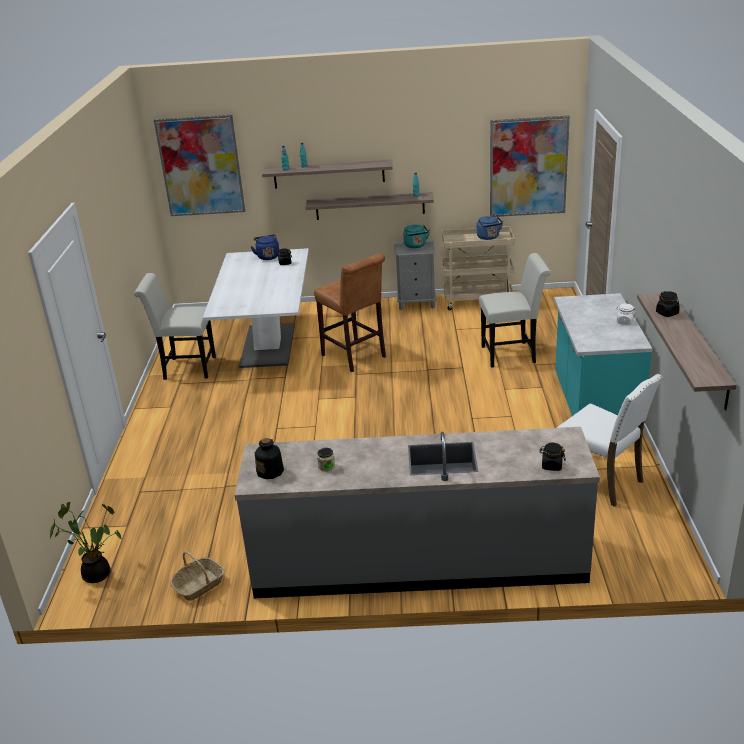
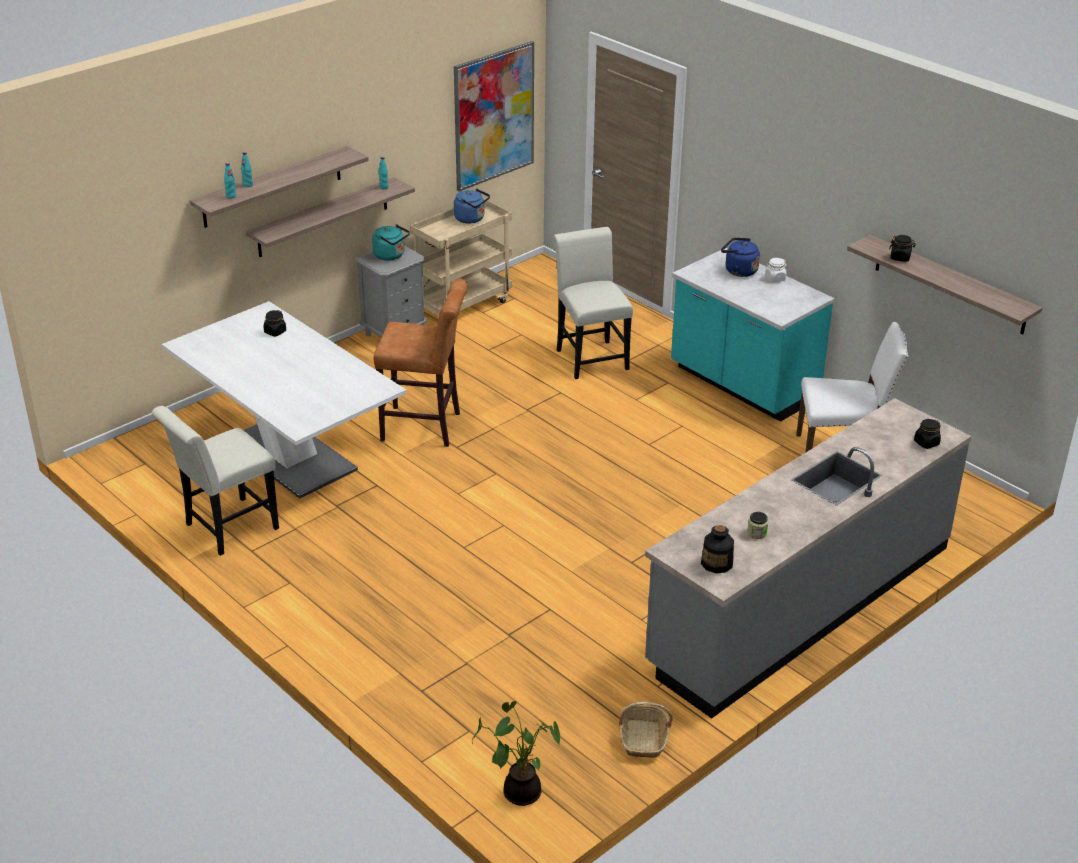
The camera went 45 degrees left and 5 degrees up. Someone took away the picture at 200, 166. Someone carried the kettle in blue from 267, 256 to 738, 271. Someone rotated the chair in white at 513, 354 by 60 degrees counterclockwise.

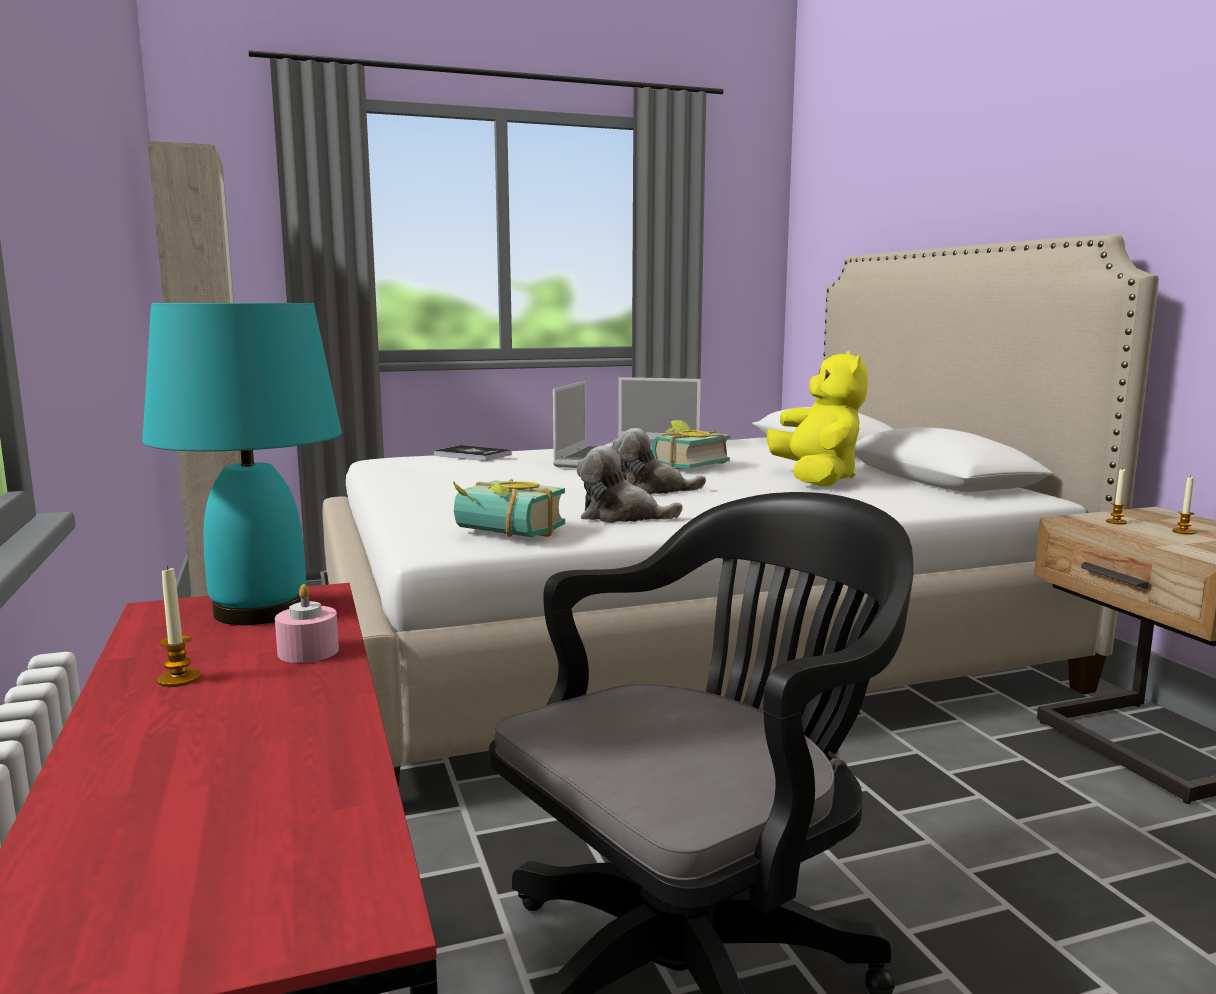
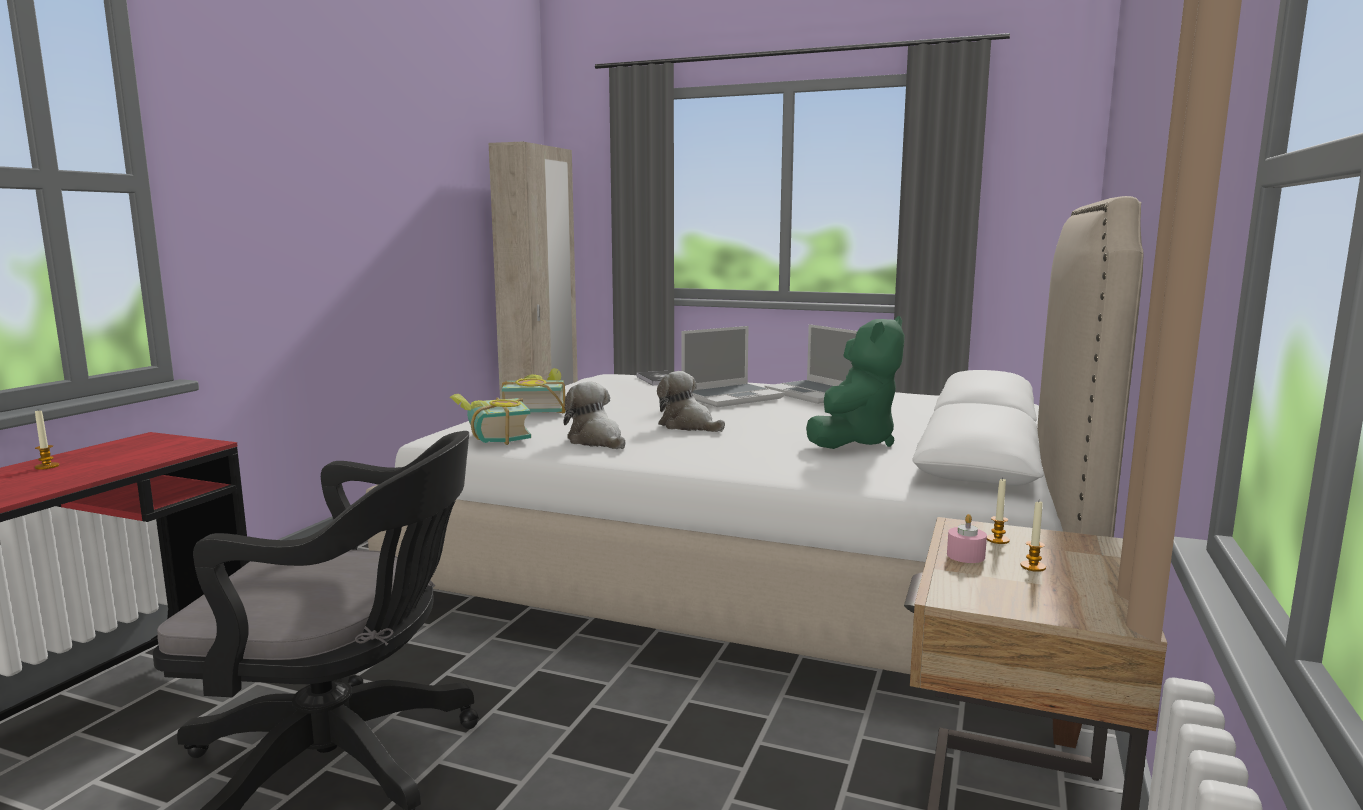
The camera went 40 degrees right and 0 degrees up. Someone took away the table lamp in turquoise at 262, 610. Someone carried the candle in pink from 308, 651 to 965, 556. Someone carried the book from 685, 465 to 535, 410. Someone repainted the plush toy in yellow at 816, 479, which became the plush toy in green at 853, 441.

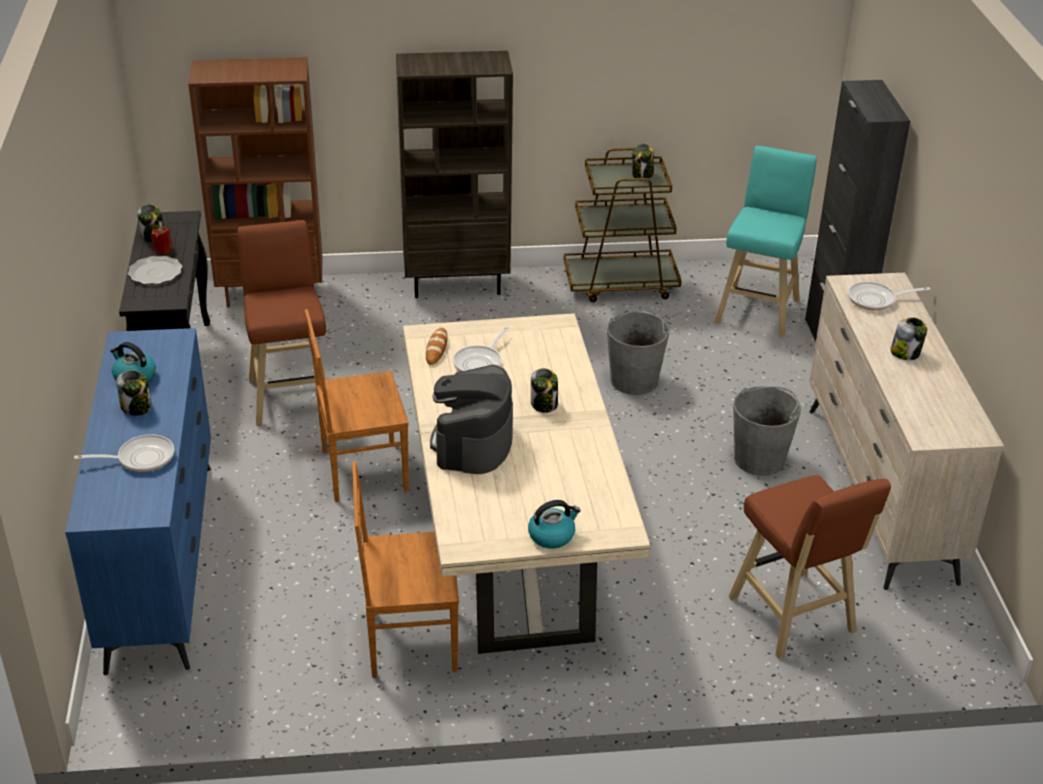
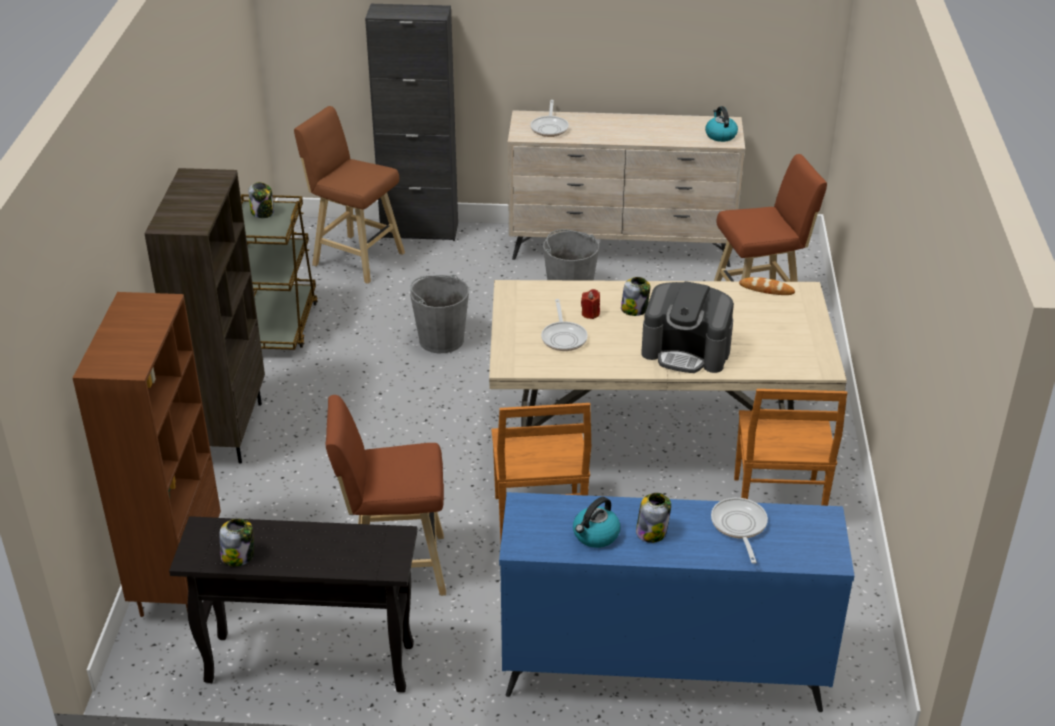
The camera went 80 degrees left and 0 degrees up. Someone took away the plate at 155, 273. Someone took away the jar at 905, 353. Someone carried the candle in red from 163, 249 to 590, 313. Someone carried the bread from 436, 348 to 766, 289. Someone carried the kettle from 552, 535 to 720, 135. Someone repainted the stool in turquoise at 758, 309, which became the stool in brown at 355, 258. Someone rotated the frying pan at 480, 362 by 45 degrees clockwise.

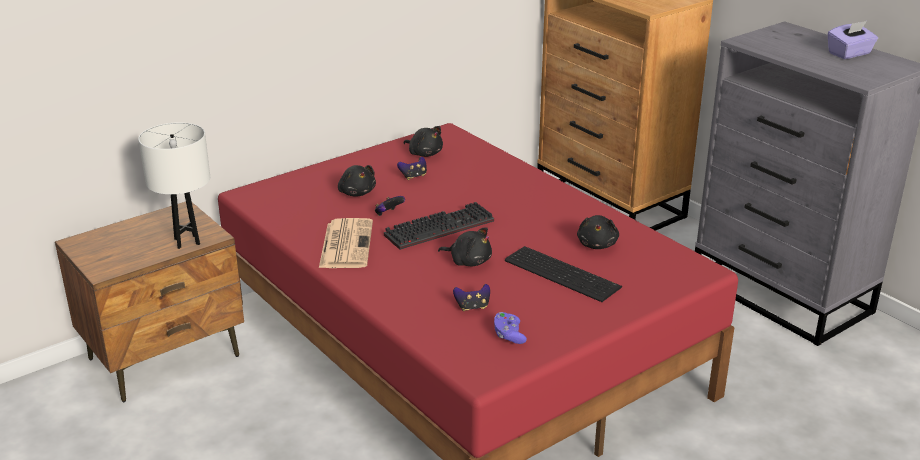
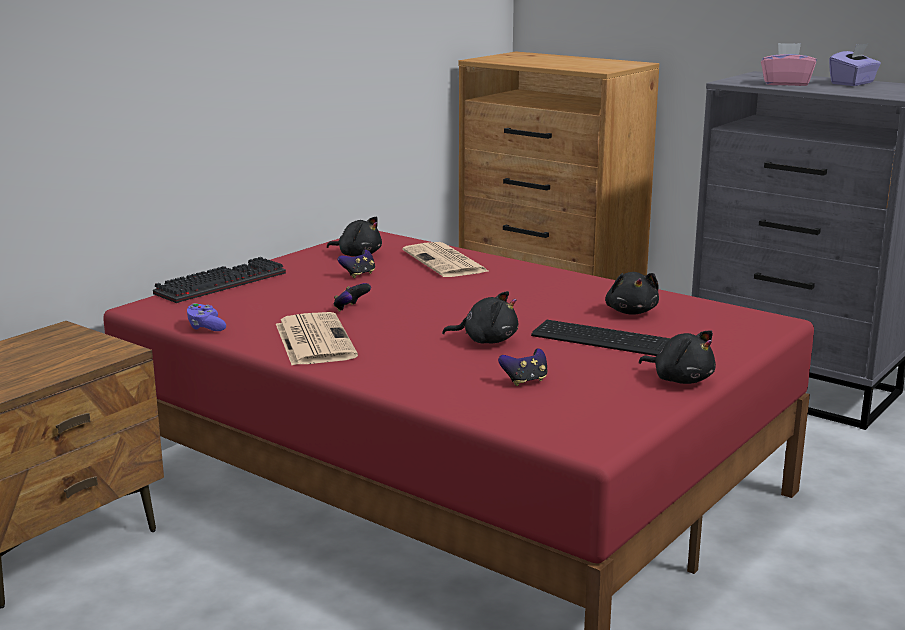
The camera went 15 degrees left and 10 degrees down. Someone took away the table lamp in white at 187, 241. Someone put down the newspaper at 446, 262. Someone put down the tissue box in pink at 785, 84. Someone carried the plush toy in black from 356, 192 to 680, 379. Someone carried the keyboard from 440, 227 to 221, 283. Someone carried the game controller in purple from 509, 335 to 205, 327.

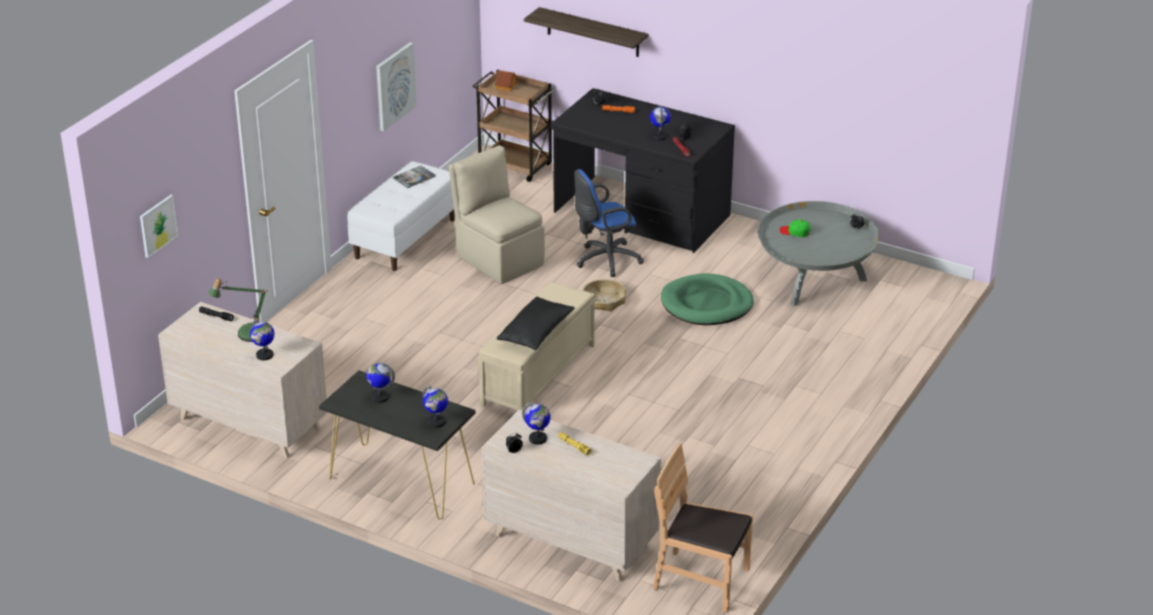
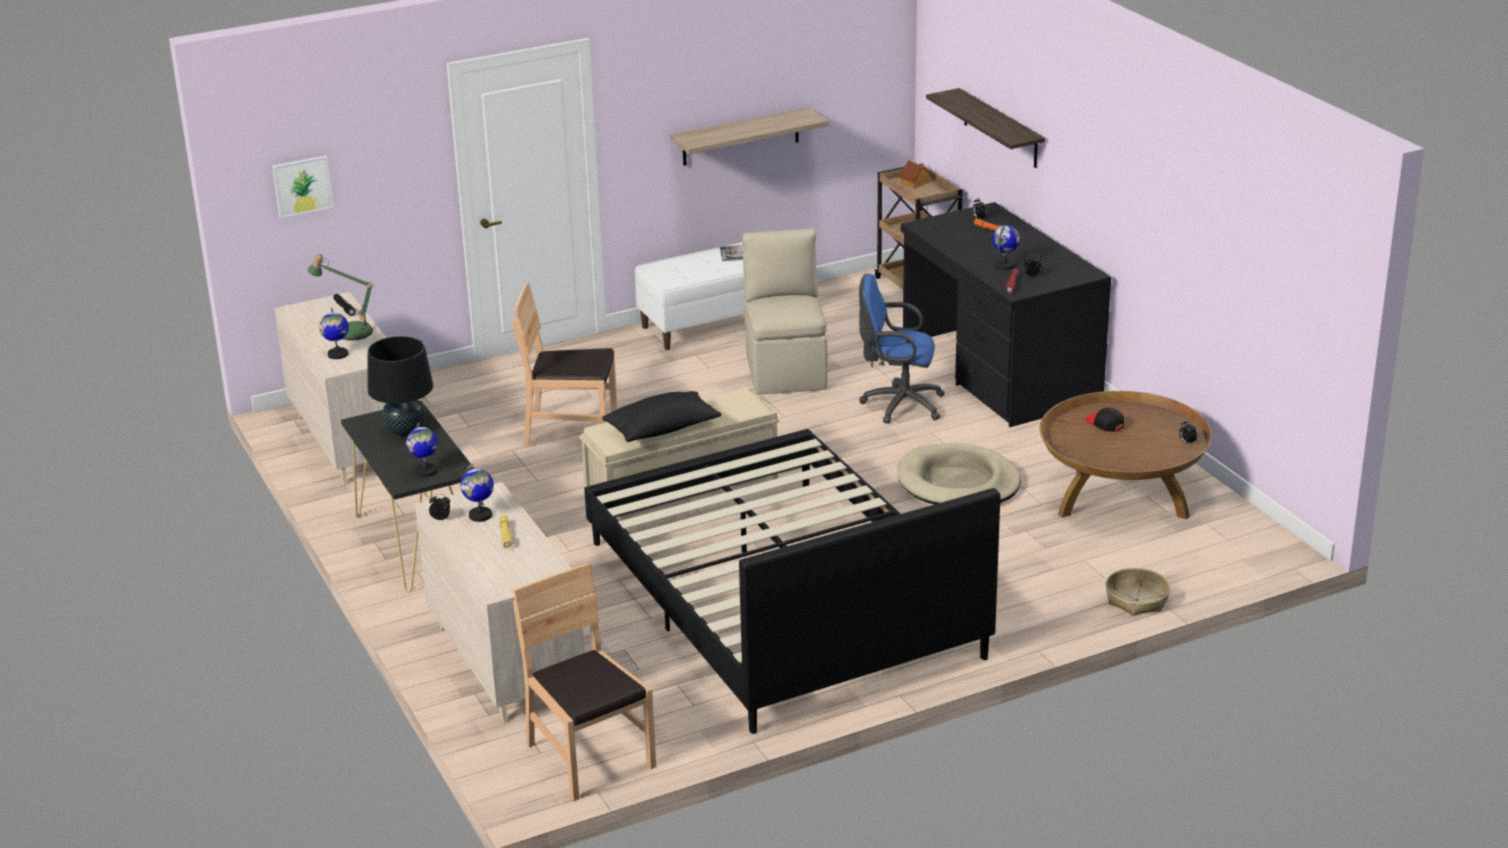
The camera went 35 degrees right and 5 degrees down. Someone put down the chair in brown at 571, 430. Someone put down the bed in black at 781, 599. Someone carried the basket from 604, 301 to 1136, 600. Someone swapped the globe at 380, 397 for the table lamp in black at 405, 431. Someone swapped the picture at 395, 86 for the shelf at 740, 137. Someone repainted the dog bed in green at 706, 304, which became the dog bed in beige at 958, 483. Someone repainted the coffee table in grey at 814, 280, which became the coffee table in brown at 1120, 498. Someone repainted the cap in green at 795, 232, which became the cap in black at 1104, 424.

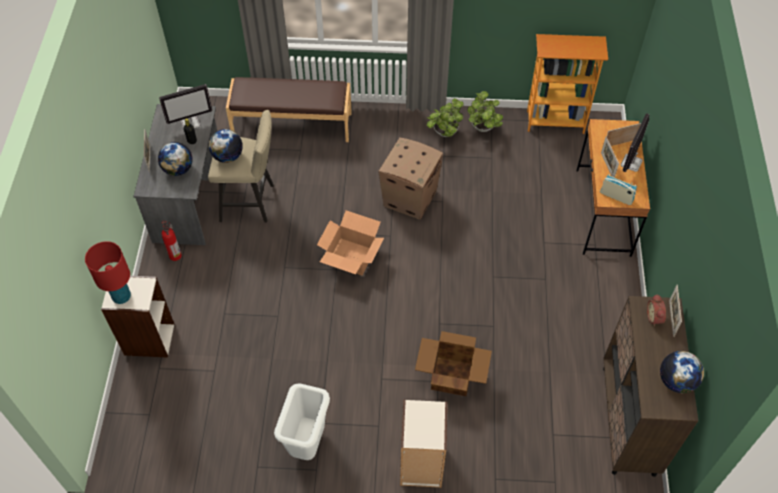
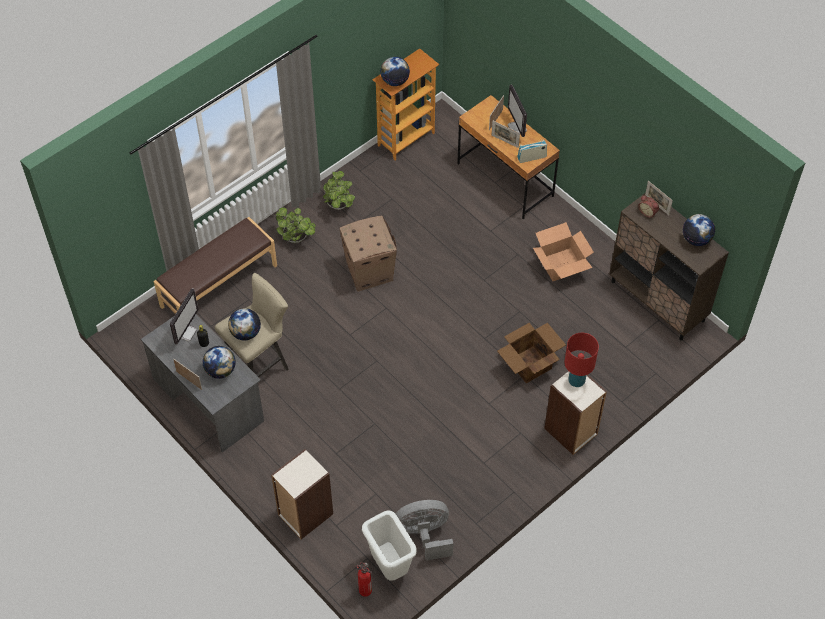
The camera went 45 degrees left and 0 degrees up. Someone put down the globe at 395, 81. Someone put down the fan in grey at 424, 535. Someone carried the table lamp in red from 121, 297 to 576, 380. Someone carried the fire extinguisher from 175, 255 to 364, 590. Someone carried the trash can in white from 307, 444 to 390, 566. Someone carried the cardboard box from 351, 257 to 561, 265. Someone carried the potted plant from 483, 128 to 297, 238.

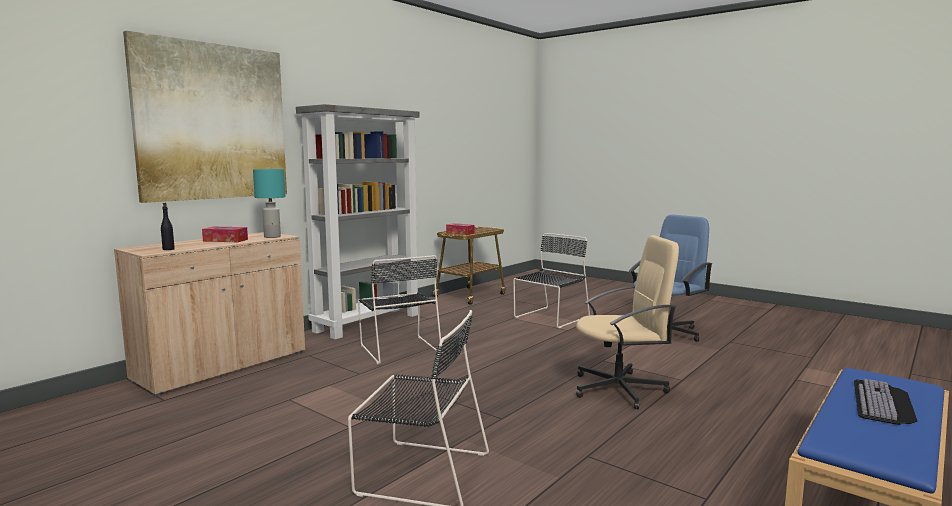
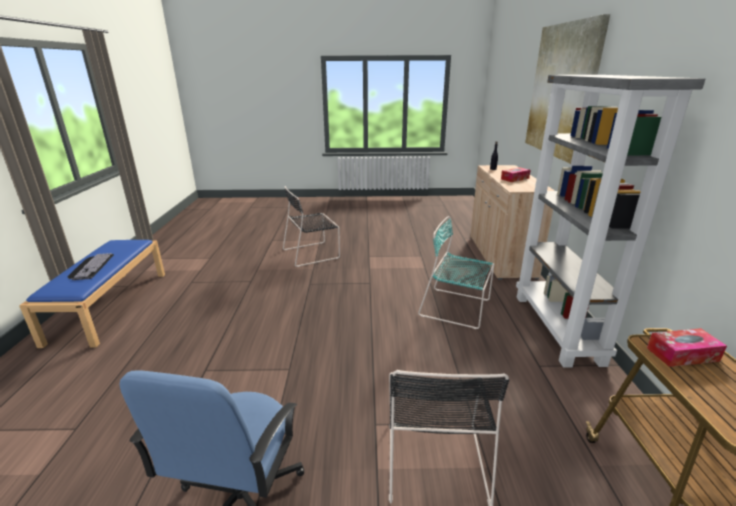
The camera went 140 degrees right and 15 degrees up. Someone took away the table lamp in turquoise at 272, 237. Someone took away the office chair in beige at 620, 389. Someone repainted the chair in black at 399, 349, which became the chair in turquoise at 457, 308.

